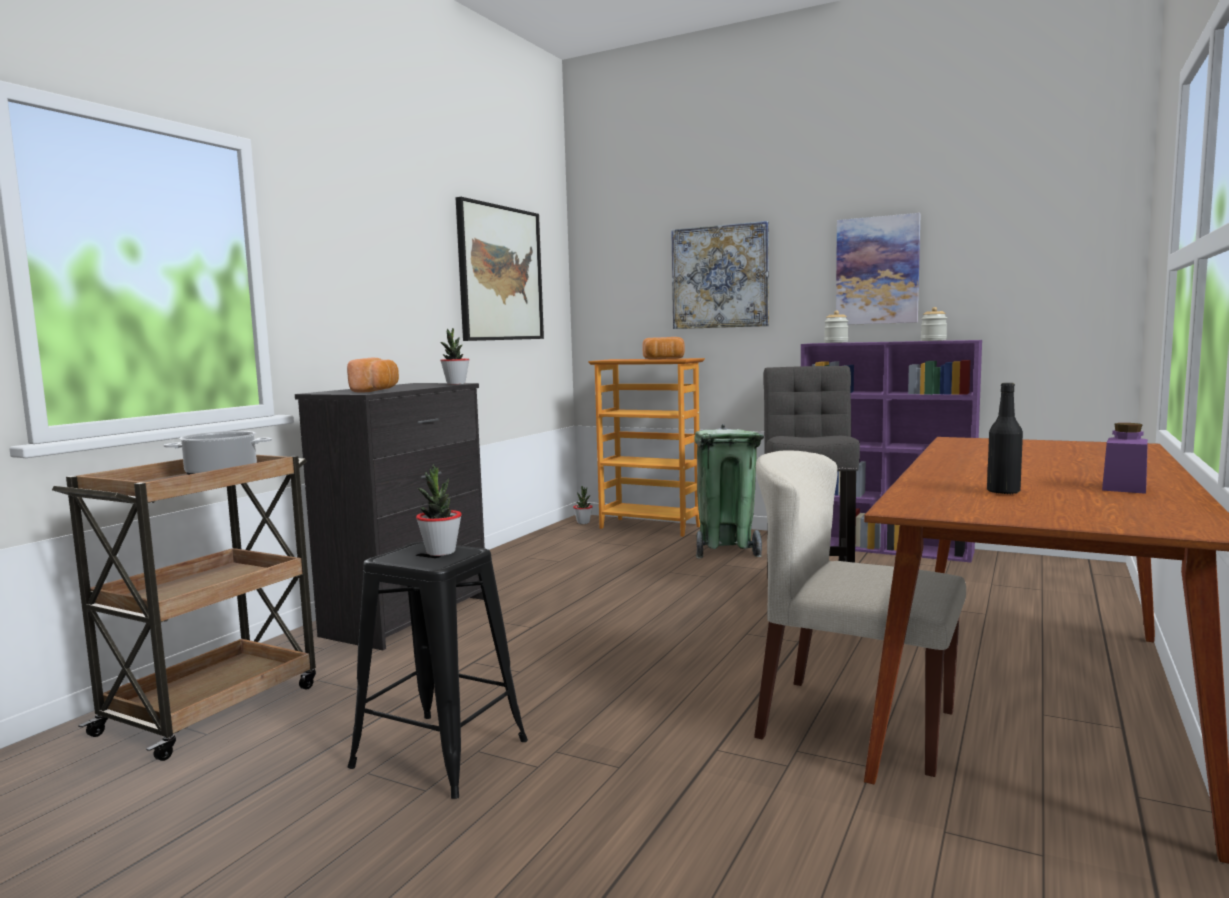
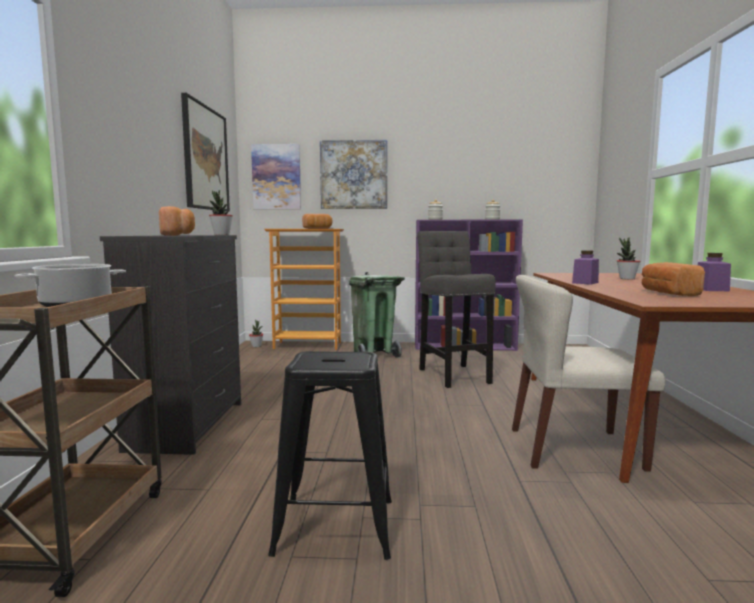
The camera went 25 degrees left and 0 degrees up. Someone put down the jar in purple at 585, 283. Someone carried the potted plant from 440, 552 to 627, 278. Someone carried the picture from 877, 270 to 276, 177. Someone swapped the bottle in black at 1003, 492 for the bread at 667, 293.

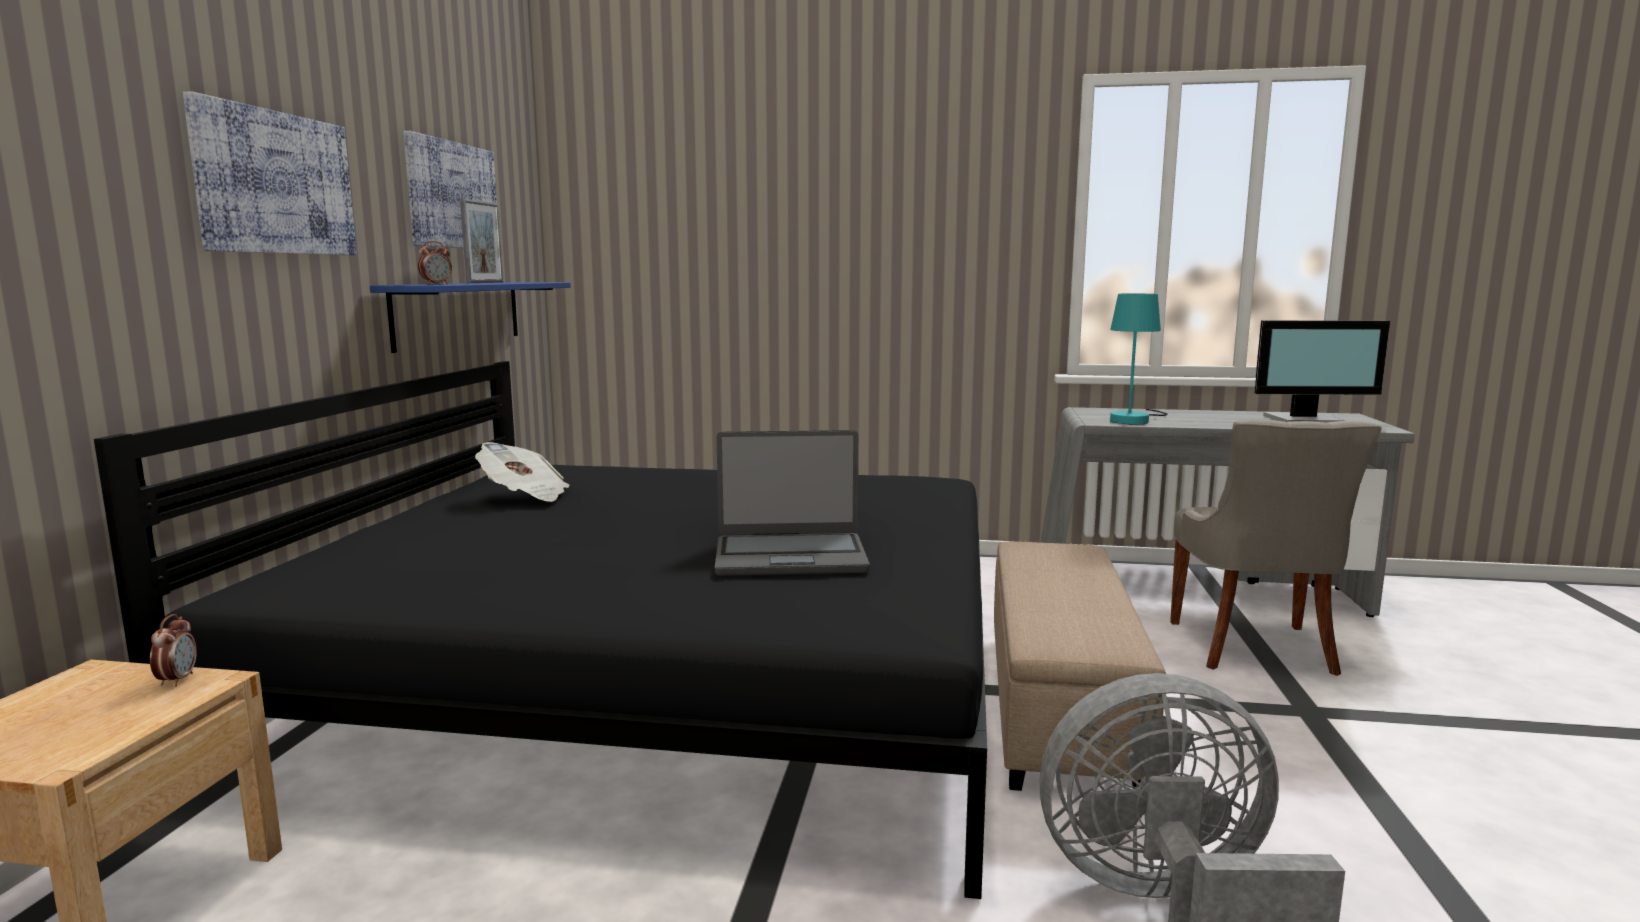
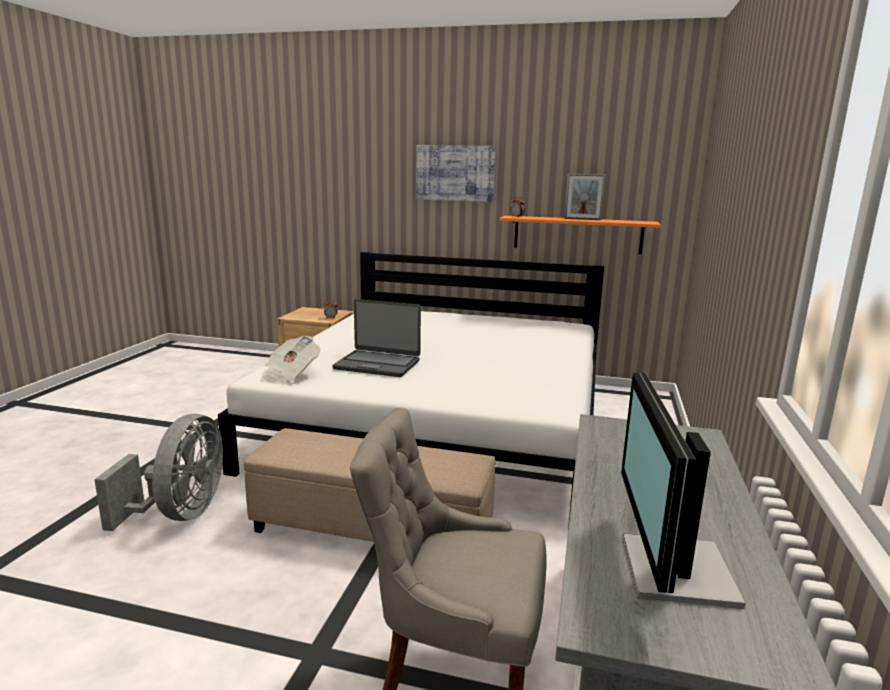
The camera went 95 degrees right and 5 degrees up. Someone took away the picture at 452, 195. Someone took away the table lamp in turquoise at 1135, 420. Someone carried the newspaper from 525, 495 to 290, 375. Someone repainted the bed in black at 666, 677, which became the bed in white at 442, 422. Someone repainted the shelf in blue at 459, 313, which became the shelf in orange at 577, 234. Someone rotated the laptop at 790, 556 by 75 degrees counterclockwise.

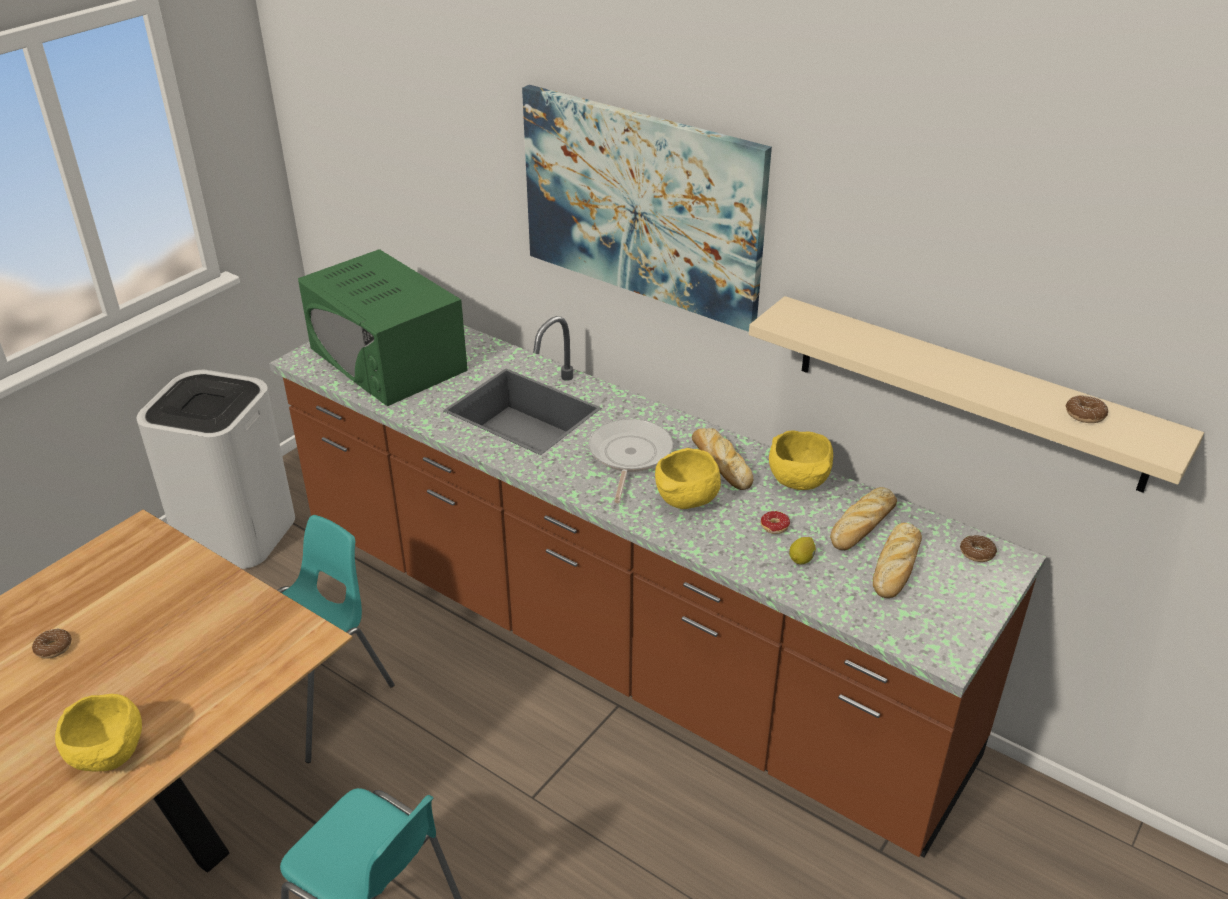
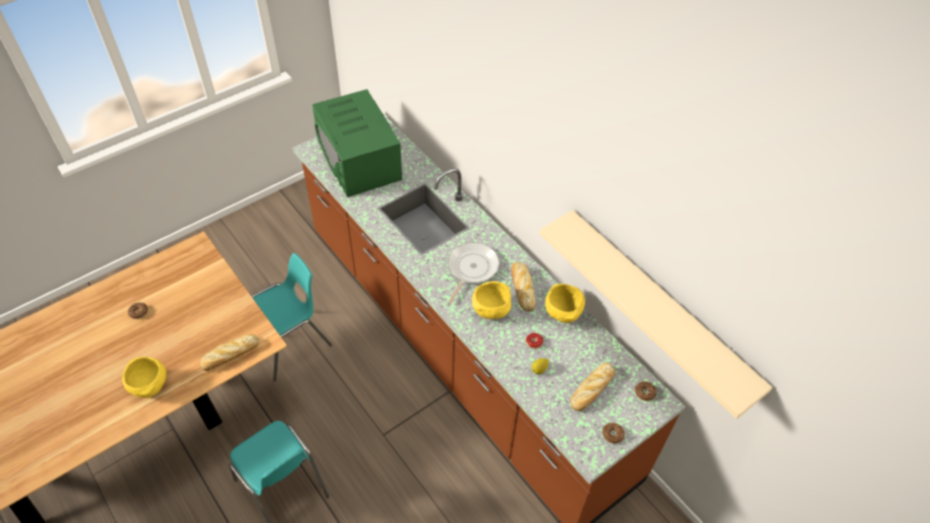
The camera went 15 degrees right and 15 degrees up. Someone took away the trash can in white at 236, 533. Someone took away the picture at 641, 204. Someone carried the bread from 862, 526 to 229, 355. Someone carried the donut from 1085, 415 to 612, 434.

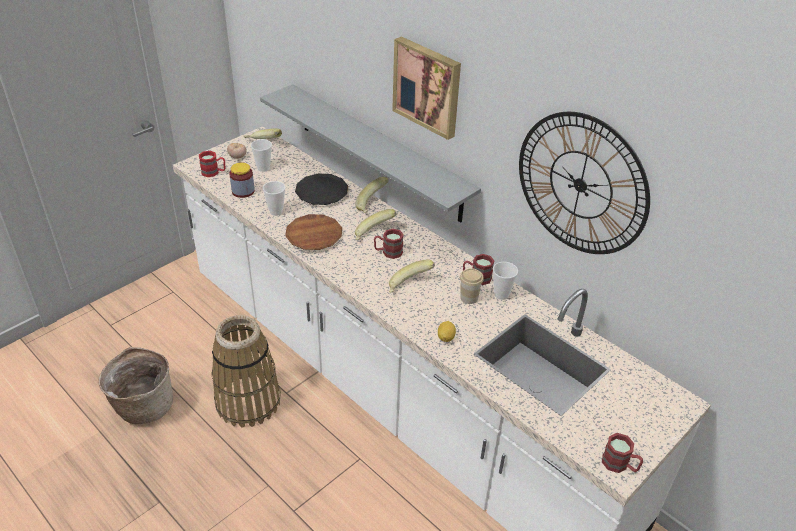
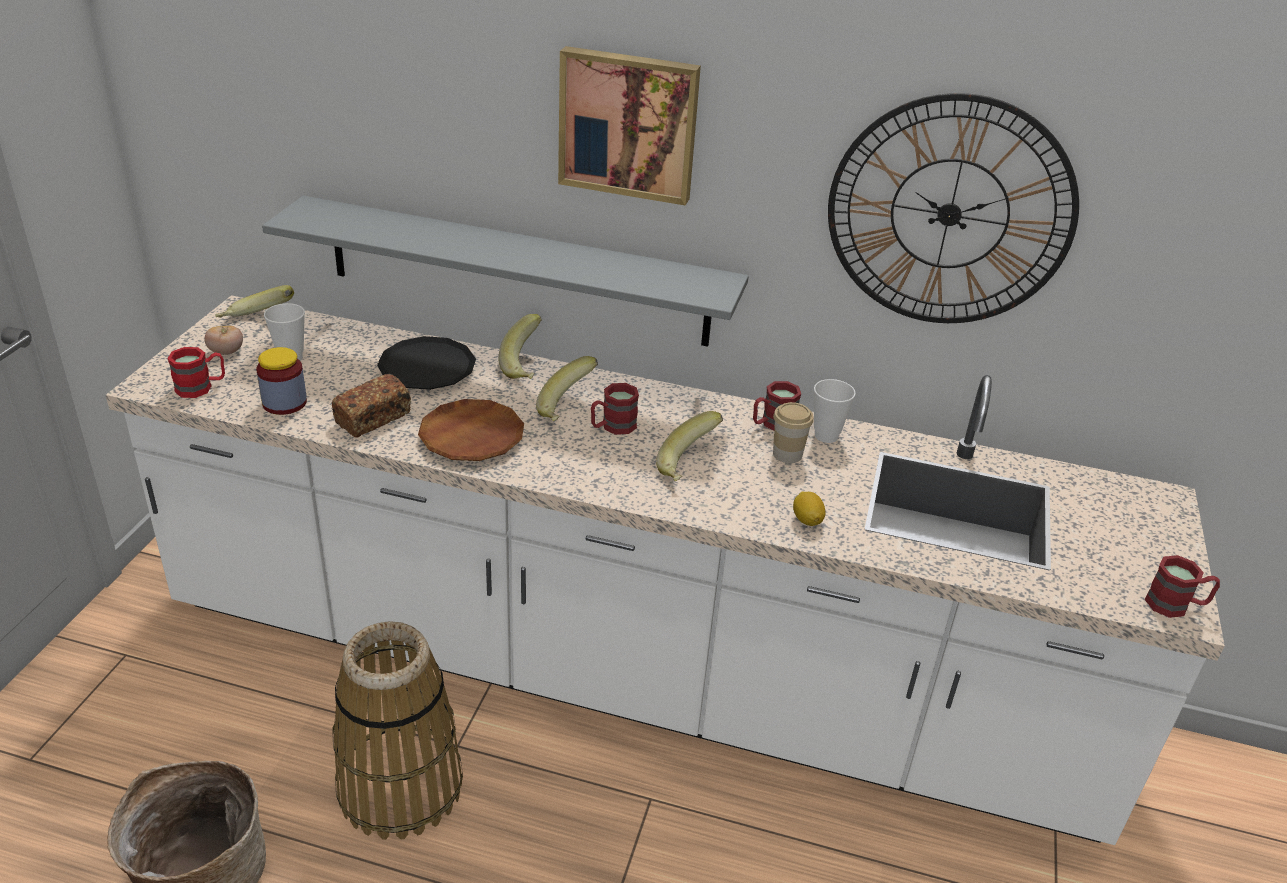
The camera went 30 degrees left and 5 degrees down. Someone swapped the cup at 276, 211 for the bread at 373, 418.

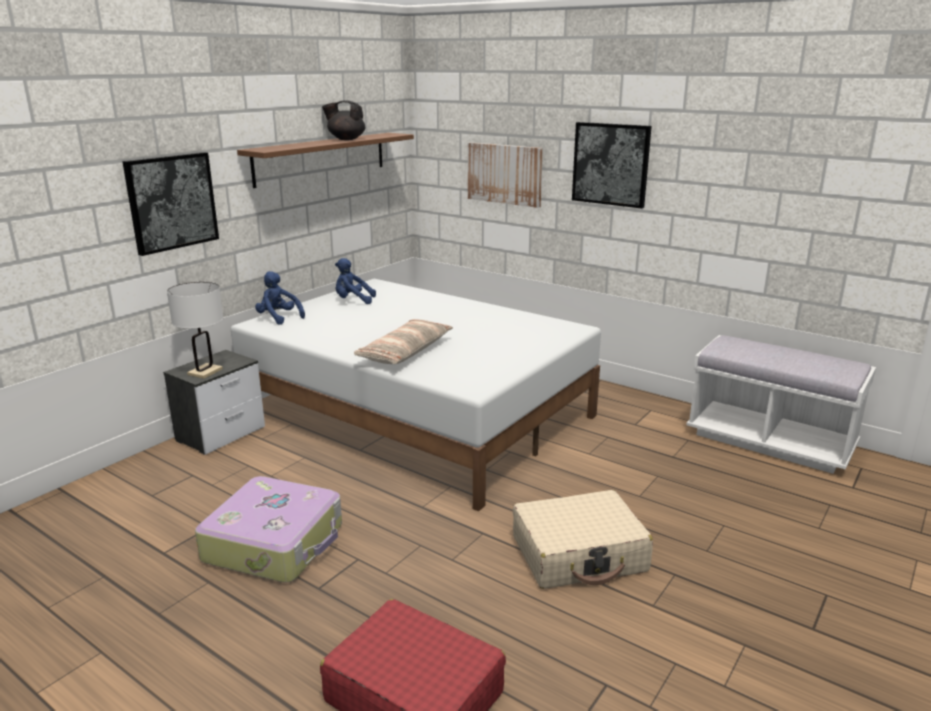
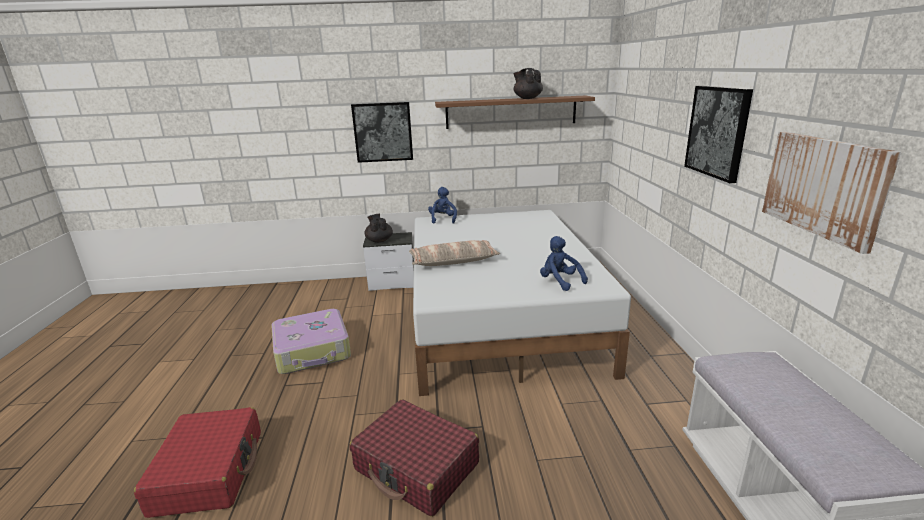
The camera went 50 degrees right and 0 degrees up. Someone carried the plush toy in blue from 353, 301 to 560, 281. Someone carried the picture from 505, 174 to 823, 186. Someone swapped the table lamp in white at 205, 372 for the teapot in black at 379, 240. Someone repainted the suitcase in beige at 579, 554, which became the suitcase in red at 417, 467.

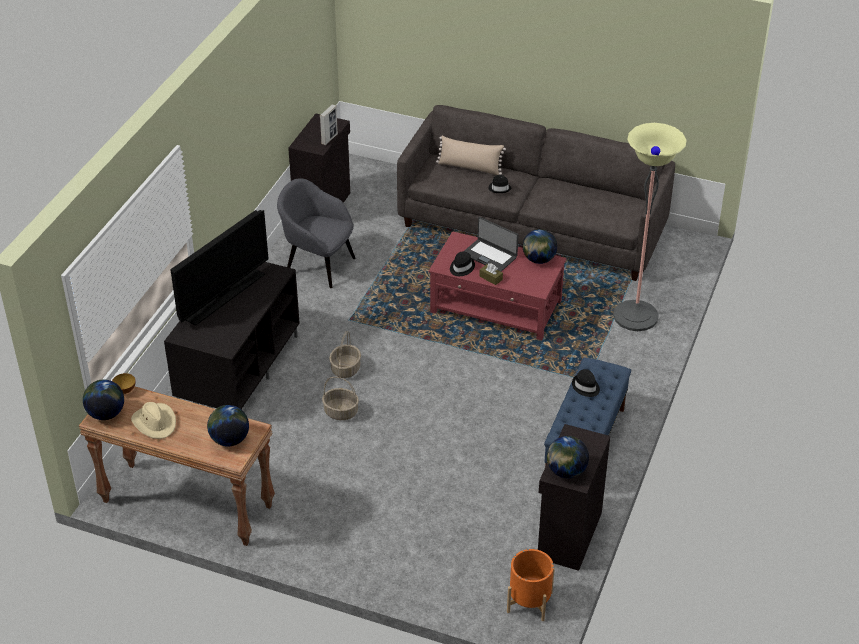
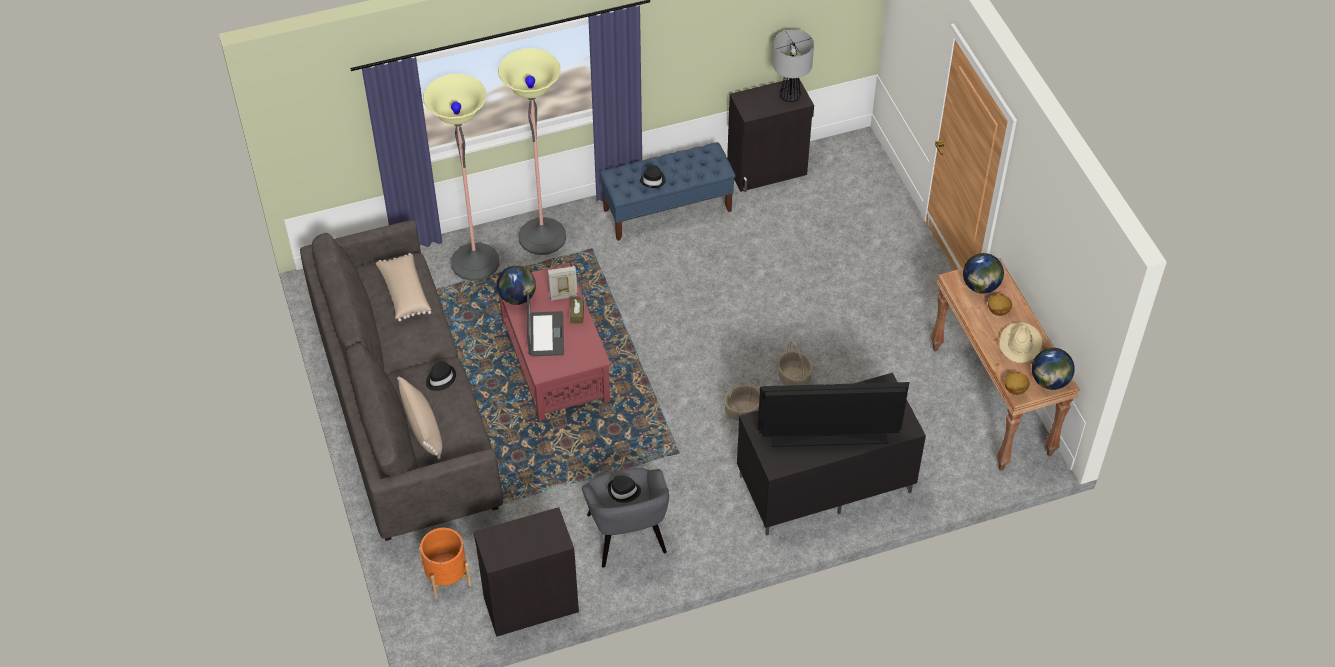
The camera went 130 degrees left and 10 degrees up. Someone put down the pillow in beige at 404, 293. Someone put down the floor lamp at 542, 237. Someone put down the bowl at 998, 312. Someone carried the picture frame from 329, 139 to 563, 296. Someone carried the hat in black from 461, 267 to 624, 491. Someone carried the planter in orange from 529, 602 to 447, 576. Someone swapped the globe at 566, 471 for the table lamp at 790, 96.

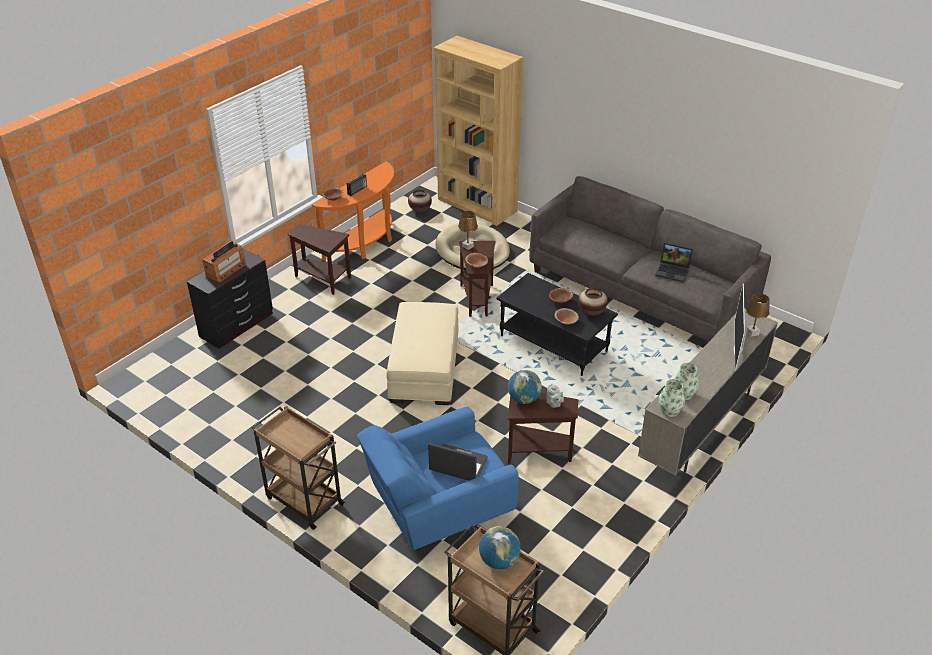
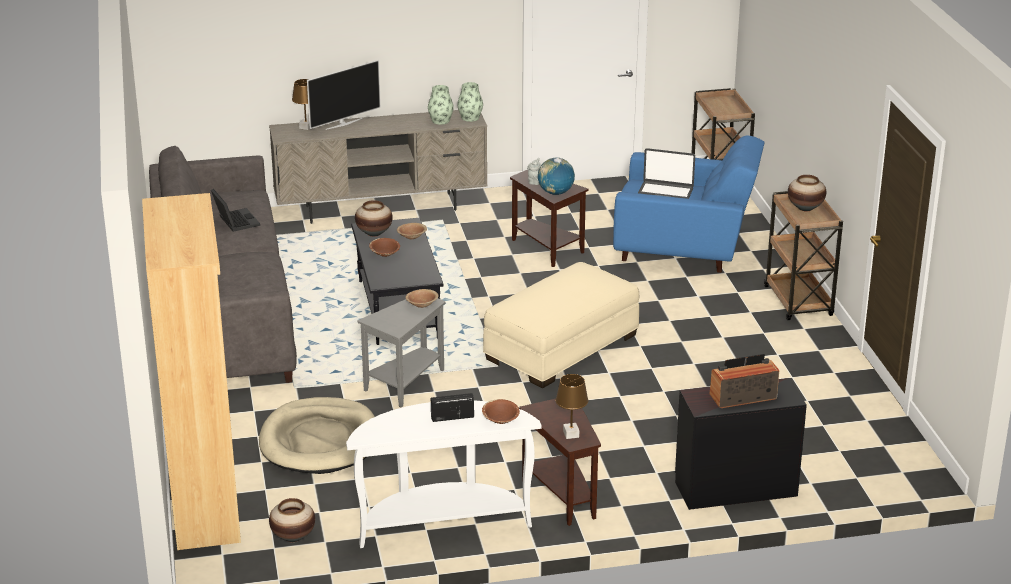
The camera went 140 degrees left and 10 degrees down. Someone took away the globe at 499, 561. Someone put down the vase at 805, 208. Someone carried the table lamp in brown from 468, 246 to 570, 434. Someone repainted the console table in orange at 365, 243, which became the console table in white at 442, 522. Someone repainted the side table in brown at 477, 299, which became the side table in grey at 405, 384. Someone rotated the laptop at 458, 465 by 45 degrees counterclockwise.

